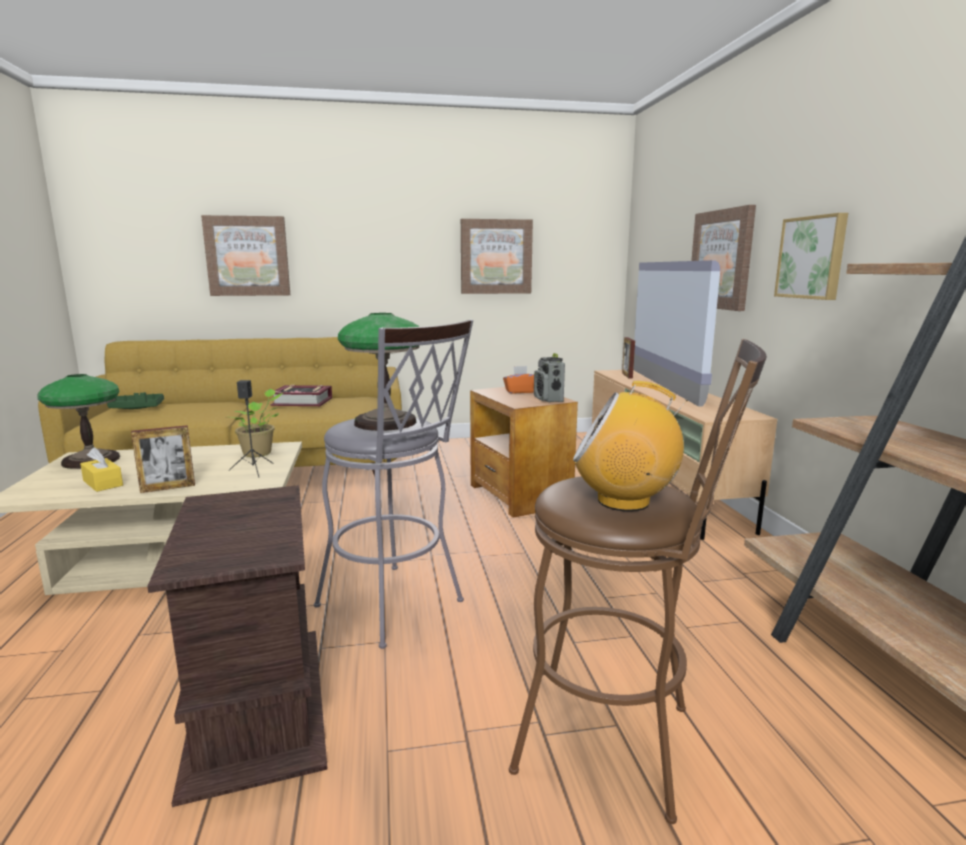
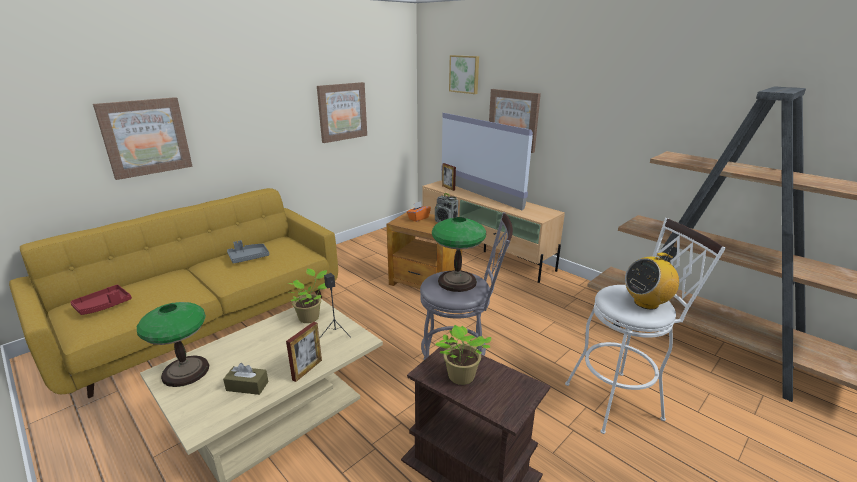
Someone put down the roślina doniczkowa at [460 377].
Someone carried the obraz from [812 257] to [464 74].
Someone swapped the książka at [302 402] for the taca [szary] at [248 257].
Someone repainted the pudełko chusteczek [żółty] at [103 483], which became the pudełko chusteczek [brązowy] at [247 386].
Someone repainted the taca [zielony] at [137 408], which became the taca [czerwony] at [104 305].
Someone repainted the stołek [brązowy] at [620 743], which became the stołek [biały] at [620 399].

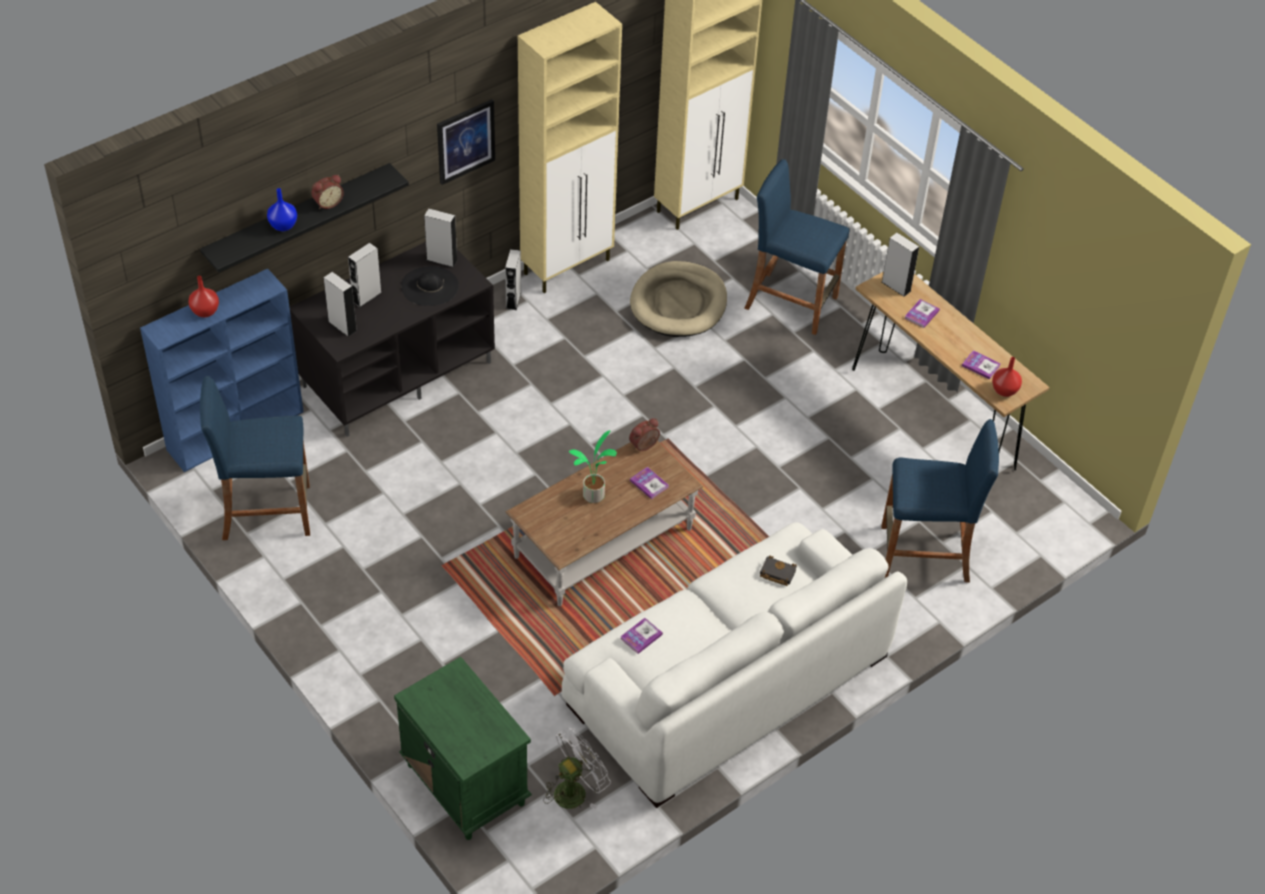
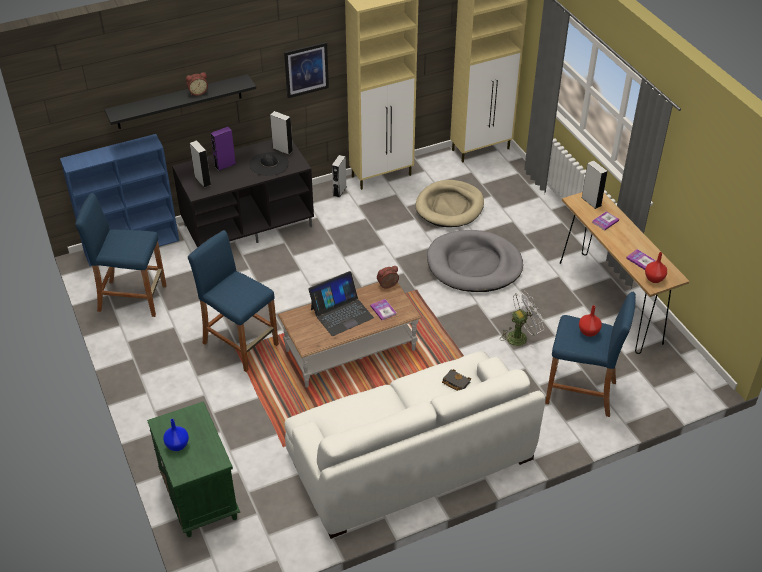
Someone took away the książka at [641 636].
Someone put down the legowisko [szary] at [474 265].
Someone carried the wazon [czerwony] from [204 311] to [588 332].
Someone carried the wazon [niebieski] from [284 225] to [178 445].
Someone carried the wentylator [biały] from [575 790] to [520 336].
Someone carried the stołek [niebieski] from [791 303] to [240 344].
Someone swapped the roślina doniczkowa at [593 496] for the laptop at [341 313].
Someone repainted the głośnik [szary] at [366 297], which became the głośnik [fioletowy] at [225 165].

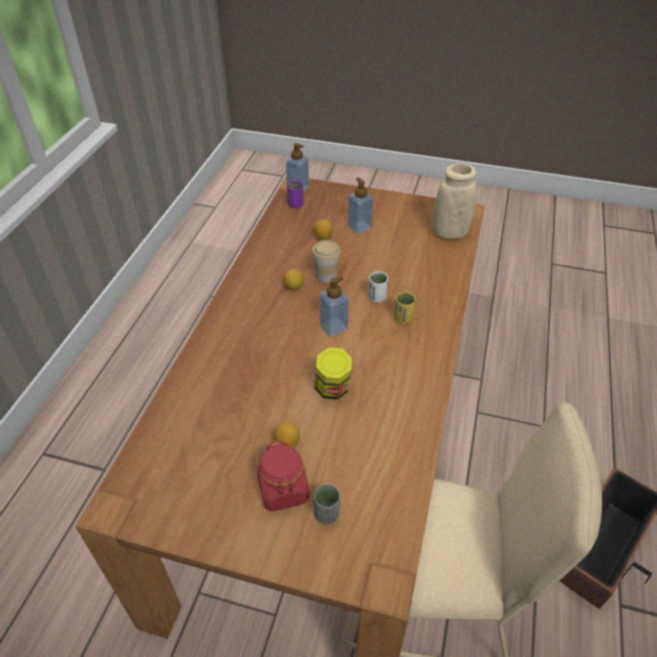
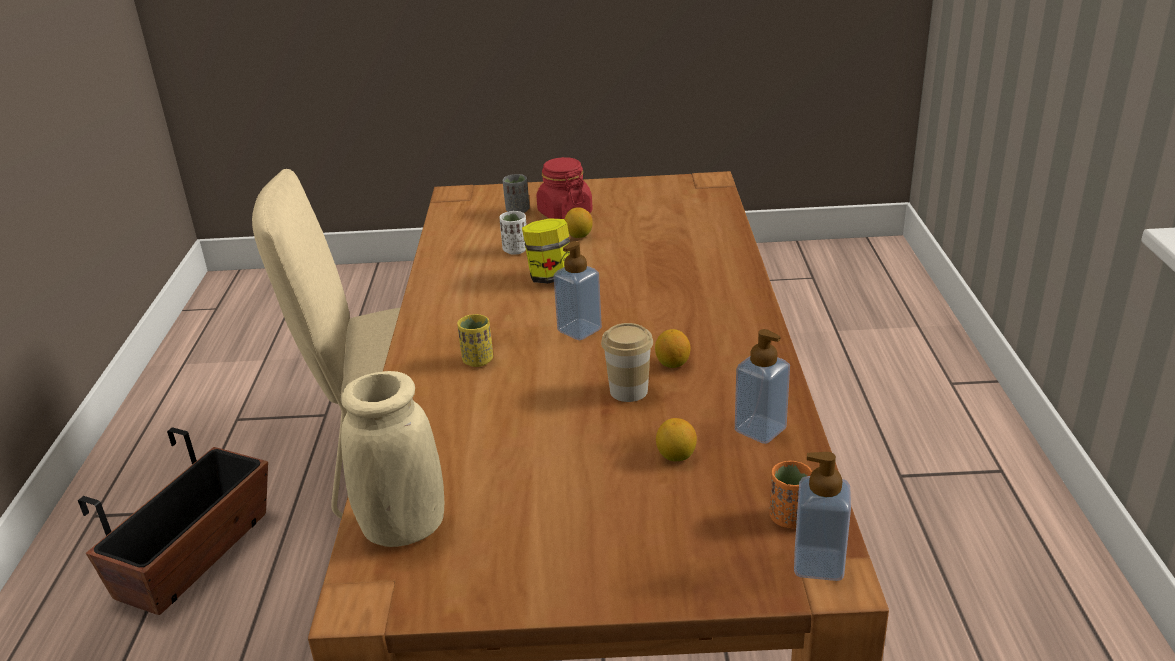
Someone carried the dozownik mydła from [359 227] to [760 429].
Someone carried the filiżanka [biały] from [377 297] to [515 250].
Someone repainted the filiżanka [fioletowy] at [295 204], which became the filiżanka [pomarańczowy] at [789 518].

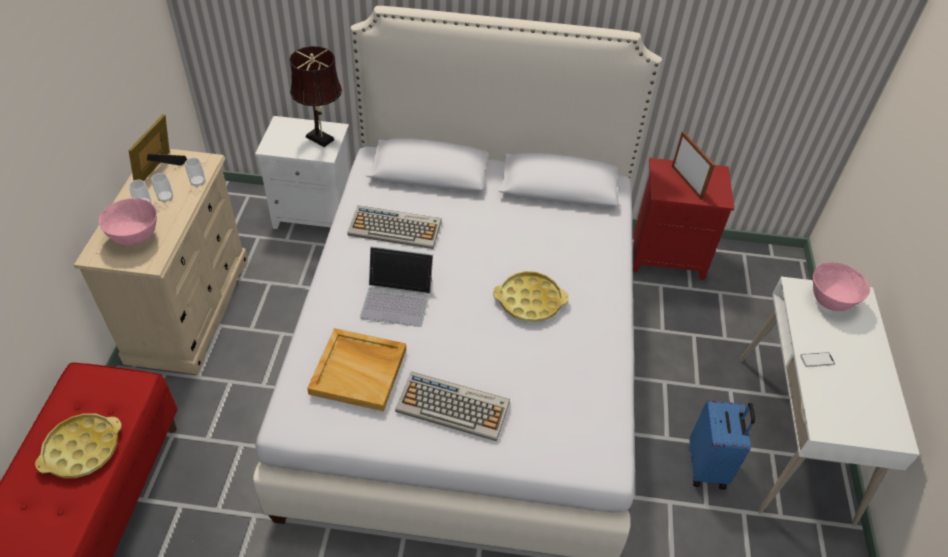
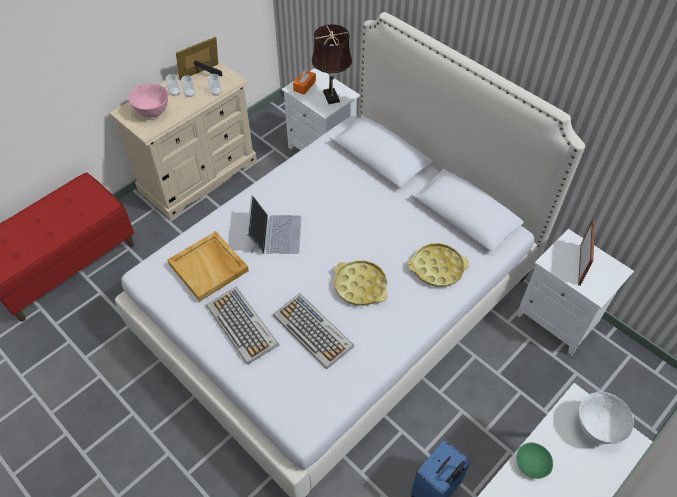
Someone put down the pudełko chusteczek [pomarańczowy] at [304 86].
Someone carried the taca [żółty] from [82 449] to [437 268].
Someone carried the klawiatura from [396 228] to [314 331].
Someone swapped the telefon at [817 360] for the miska [zielony] at [533 463].
Someone repainted the szafka nocna [czerwony] at [668 255], which became the szafka nocna [biały] at [559 319].
Someone repainted the miska [różowy] at [830 301], which became the miska [biały] at [596 428].
Someone rotated the laptop at [397 298] by 135 degrees counterclockwise.

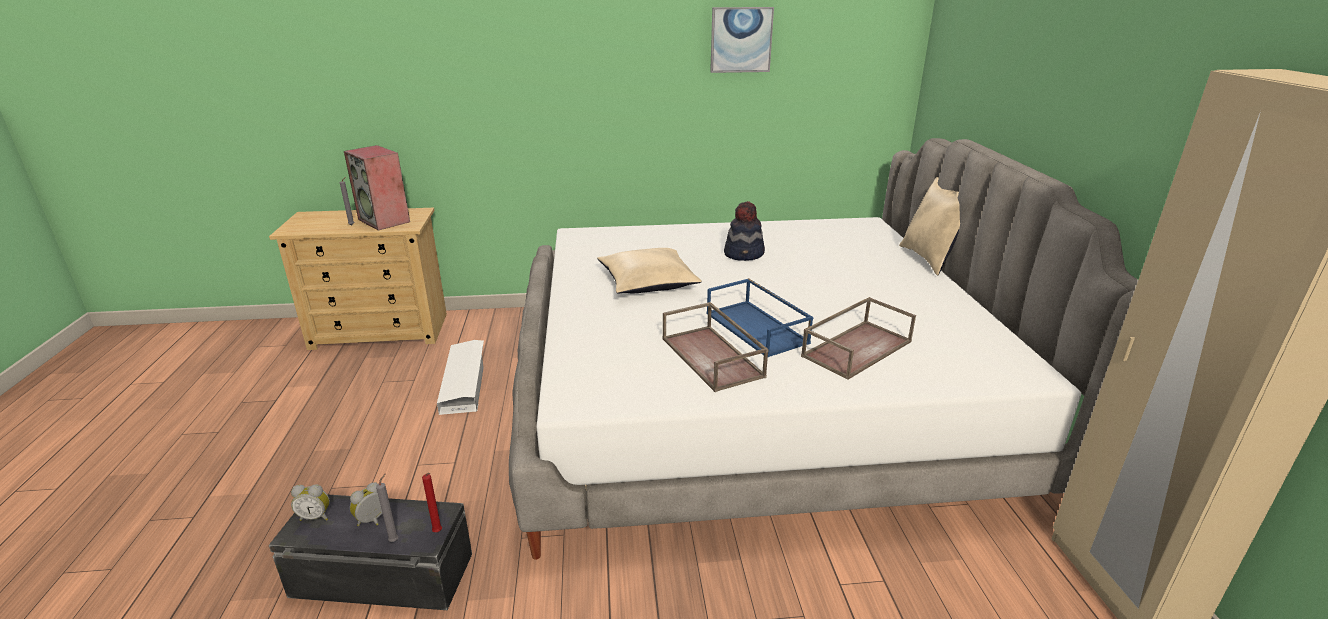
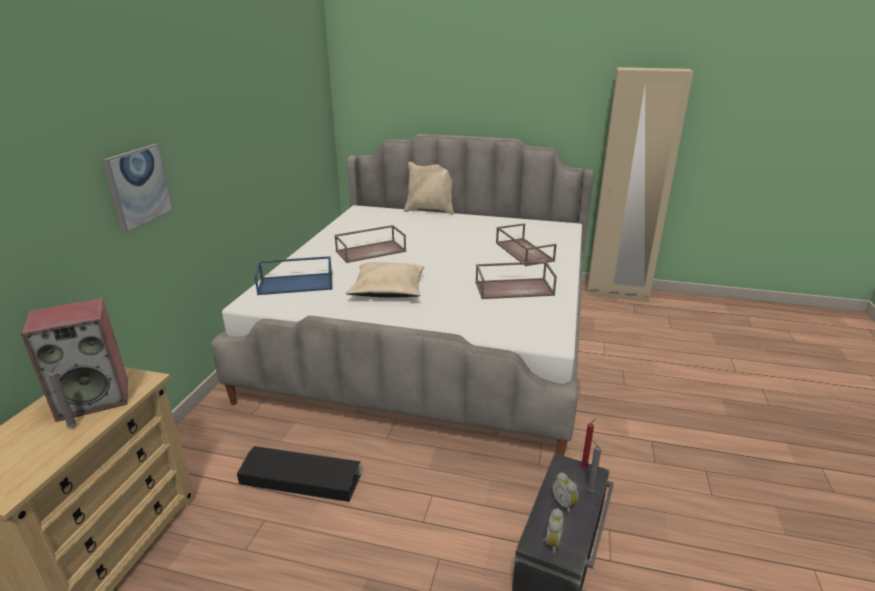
Someone carried the taca [niebieski] from [758 328] to [297 283].
Someone carried the obraz from [741 40] to [138 186].
Someone swapped the kapelusz at [744 254] for the taca [brązowy] at [371 251].
Someone repainted the pojemnik do przechowywania [biały] at [464 382], which became the pojemnik do przechowywania [czarny] at [300 479].

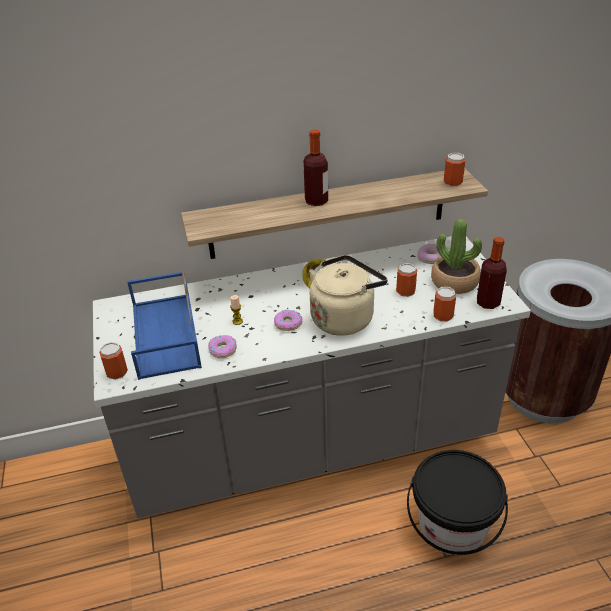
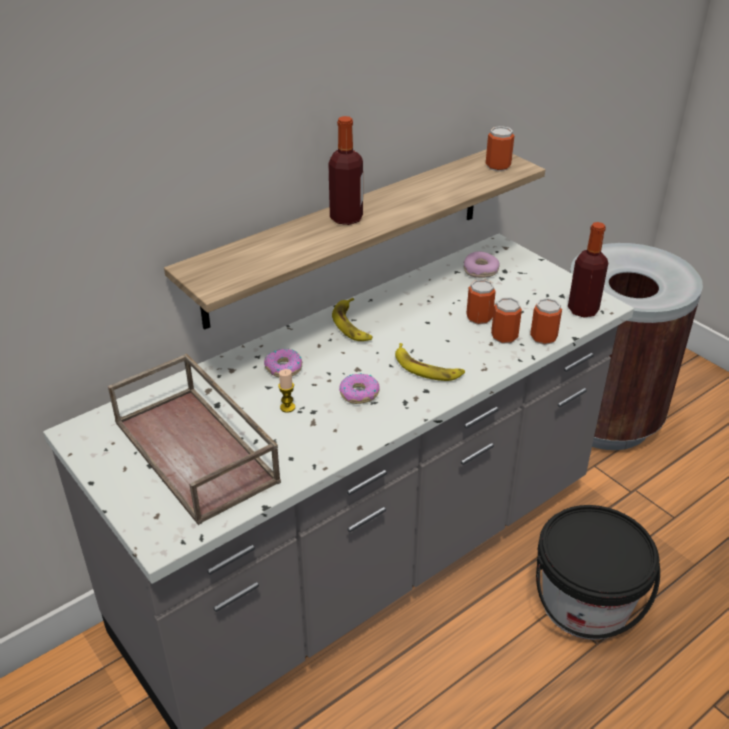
Someone took away the roślina doniczkowa at [454 282].
Someone carried the puszka from [117 372] to [504 337].
Someone carried the donut from [222 350] to [283 368].
Someone swapped the czajnik [beżowy] at [344 318] for the banan at [427 368].
Someone repainted the taca [niebieski] at [167 335], which became the taca [brązowy] at [198 451].

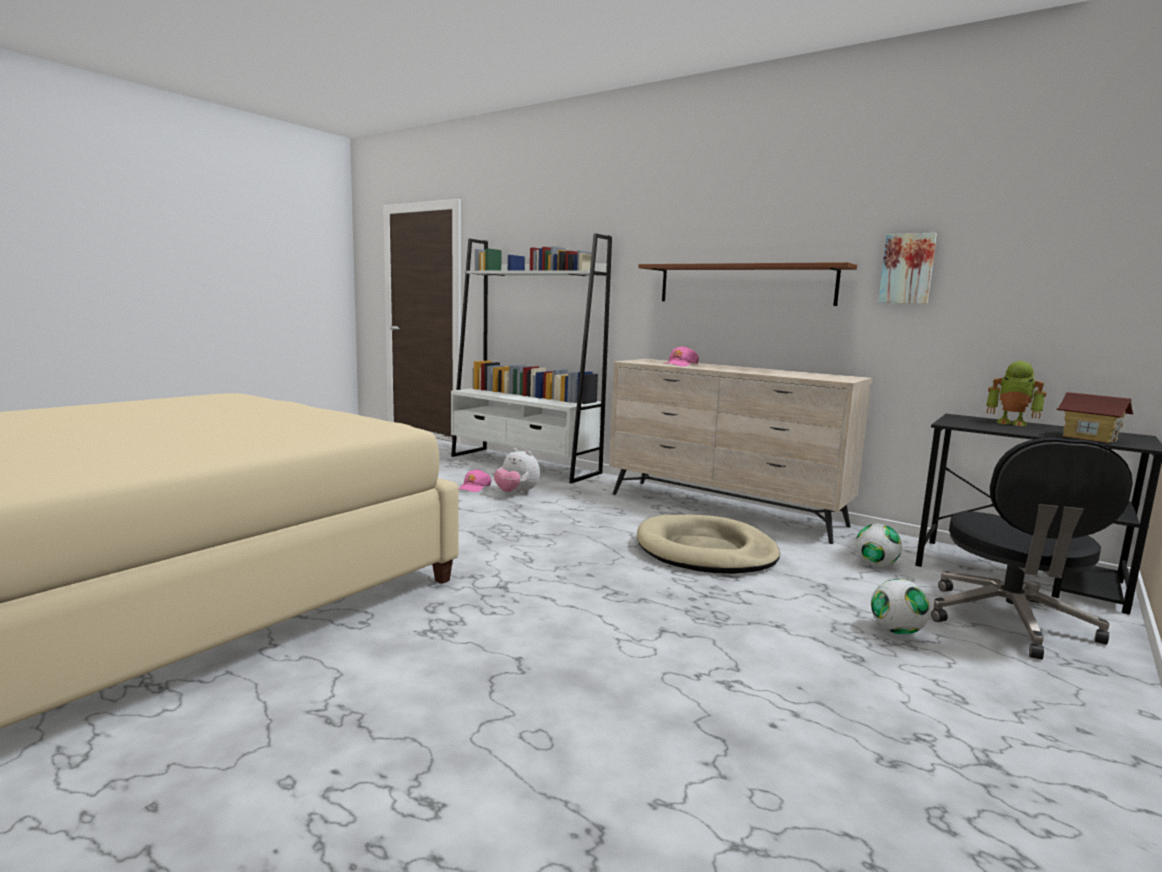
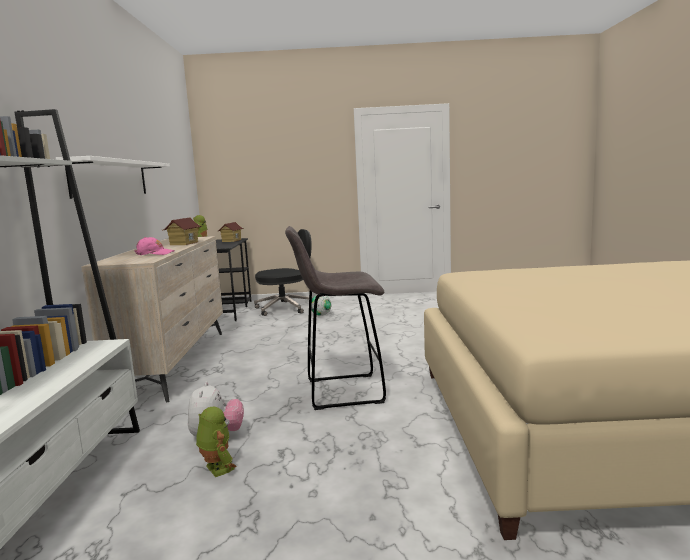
Someone took away the legowisko [beżowy] at [705 551].
Someone took away the piłka futbolowa at [875 565].
Someone took away the obraz at [907 269].
Someone put down the domek at [184 244].
Someone put down the stołek [szary] at [341 391].
Someone swapped the czapka z daszkiem [różowy] at [474 487] for the robot zabawkowy at [216 468].
Someone repainted the półka [brązowy] at [744 284], which became the półka [biały] at [111 178].

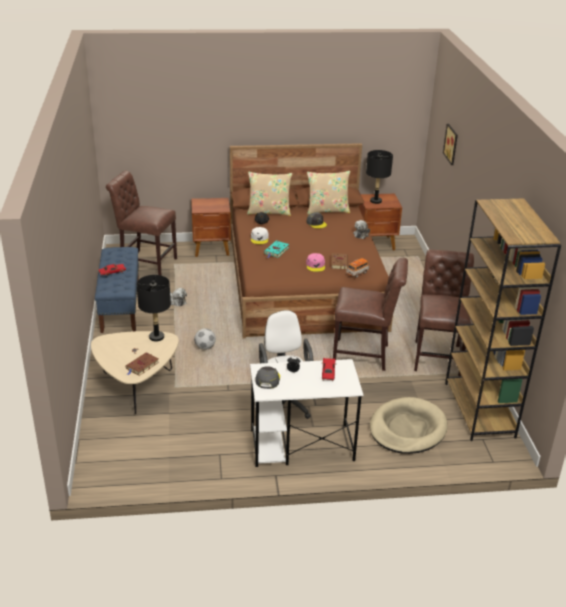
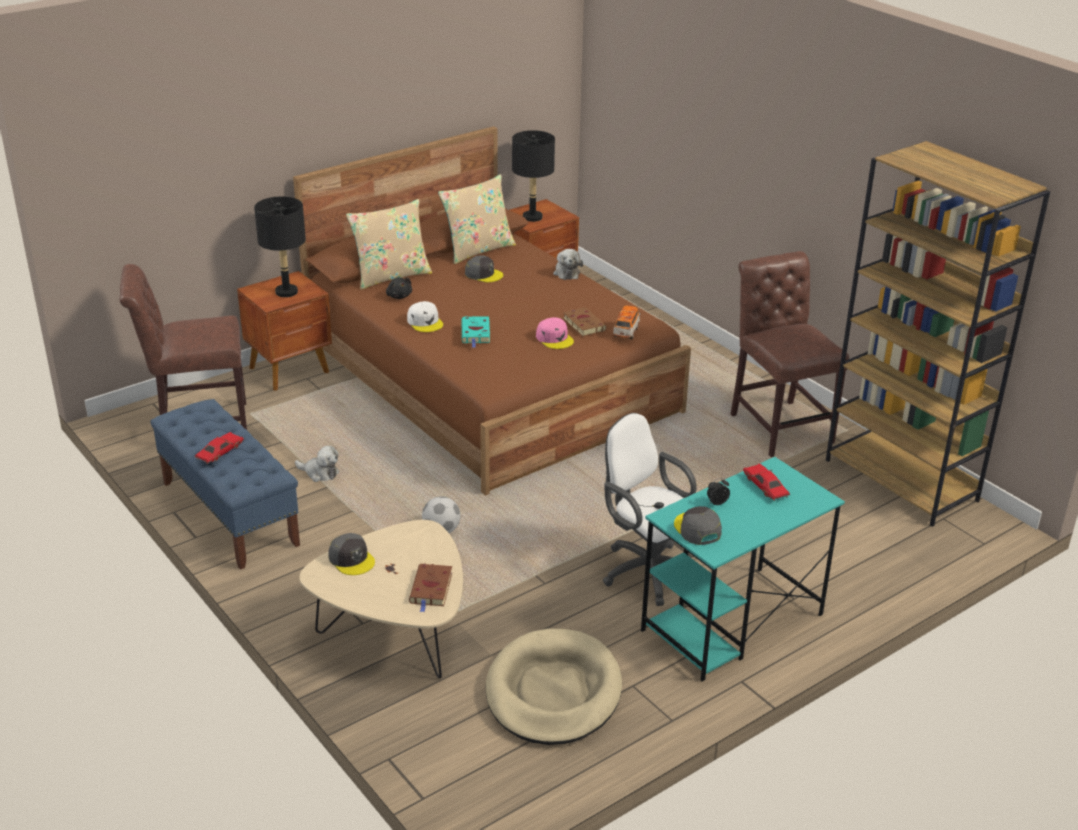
Someone took away the krzesło [brązowy] at [364 355].
Someone took away the obraz at [452 144].
Someone put down the czapka z daszkiem [szary] at [351 559].
Someone carried the lampa stołowa [czarny] from [156 337] to [286 292].
Someone carried the legowisko [beżowy] from [407 429] to [553 692].
Someone repainted the biurko [biały] at [301 445], which became the biurko [turkusowy] at [731 623].

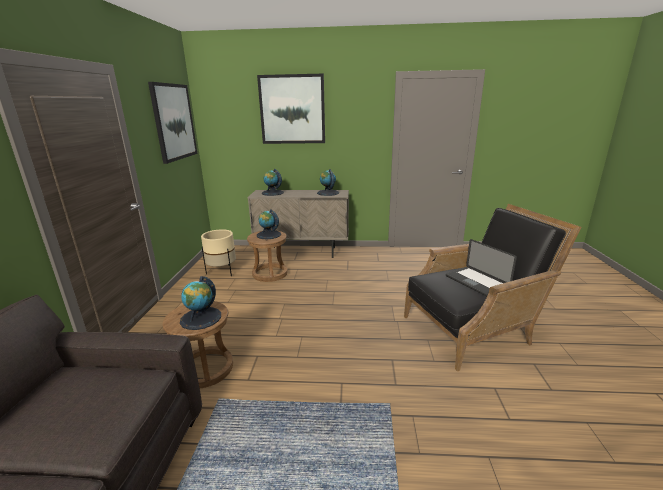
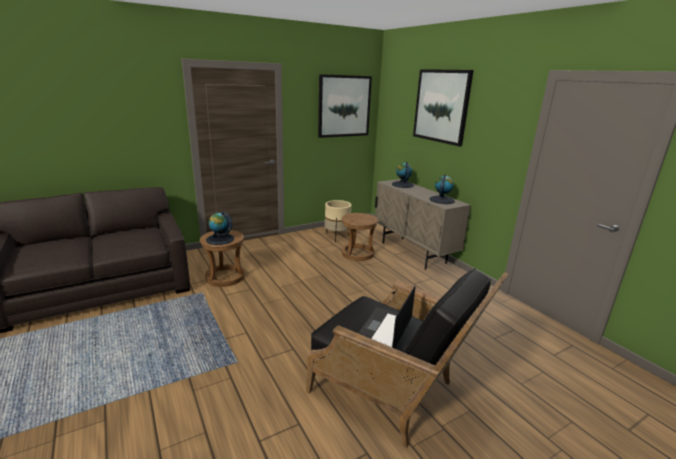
Someone took away the globus at [268 235].

